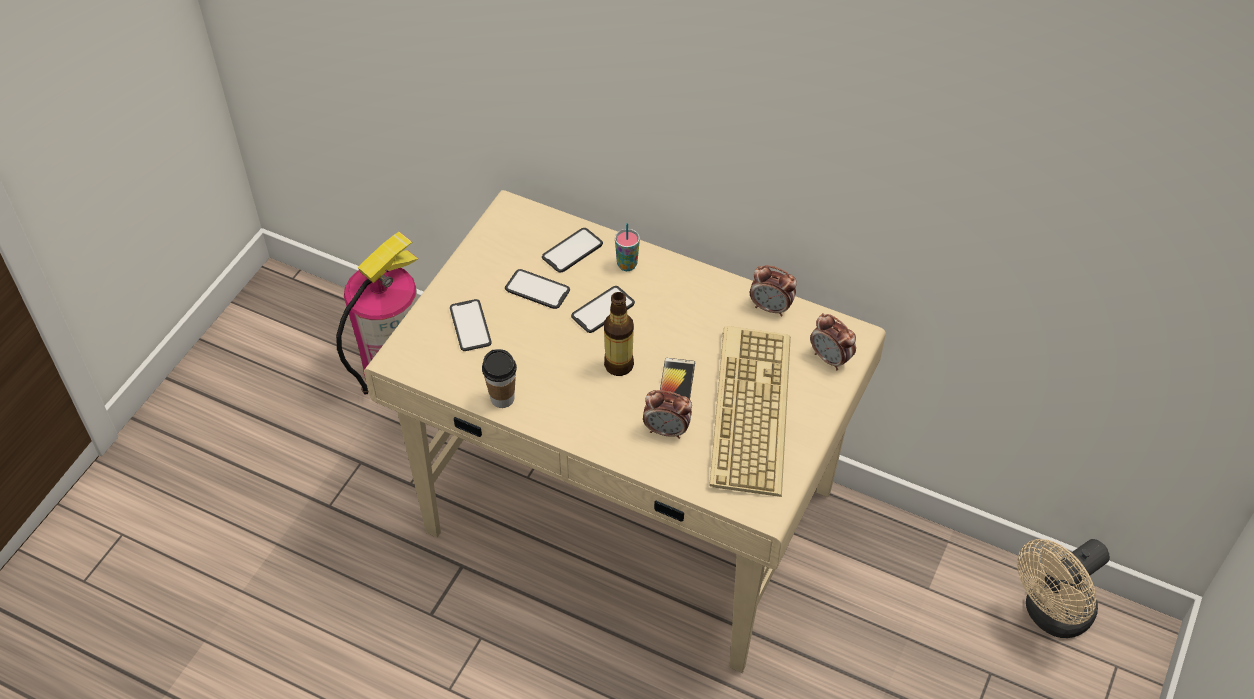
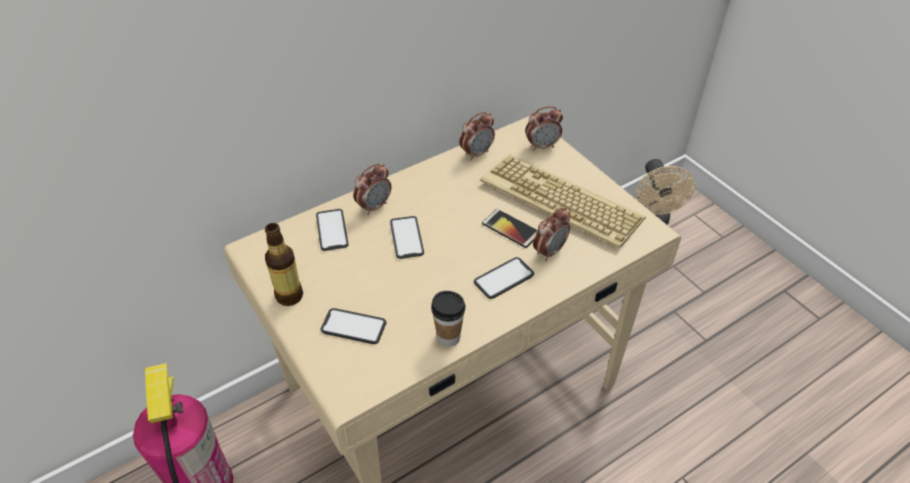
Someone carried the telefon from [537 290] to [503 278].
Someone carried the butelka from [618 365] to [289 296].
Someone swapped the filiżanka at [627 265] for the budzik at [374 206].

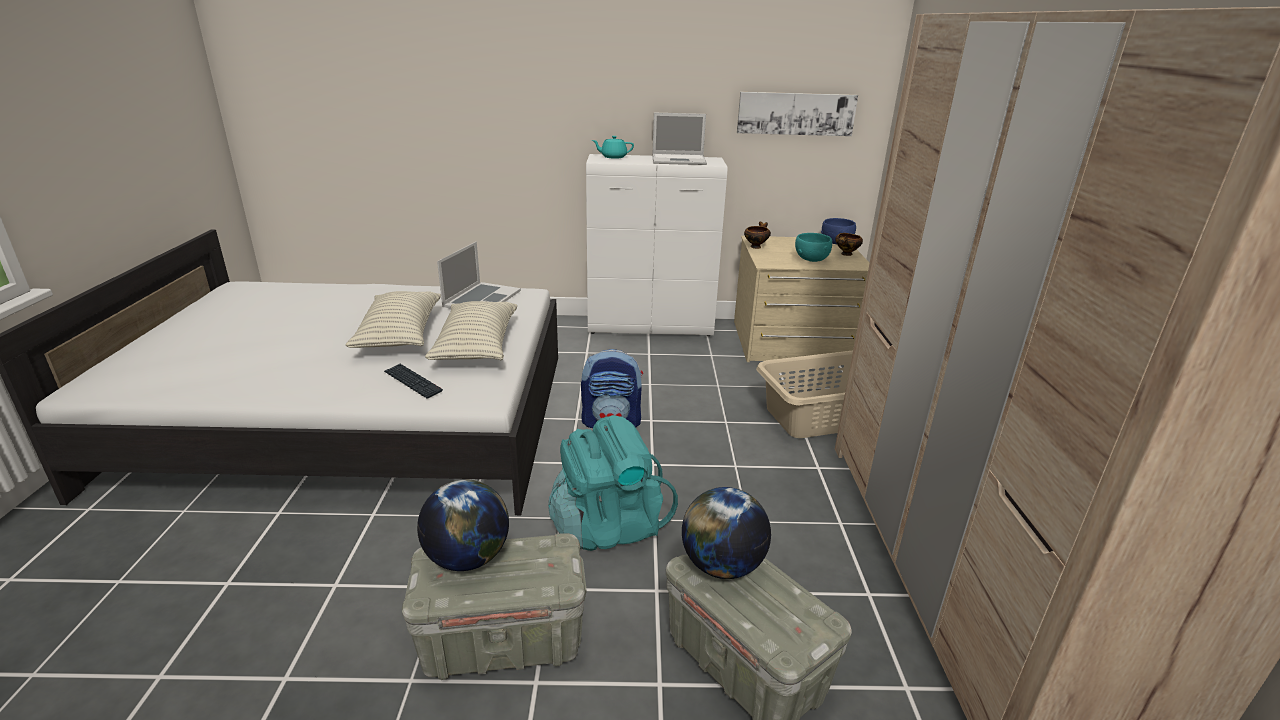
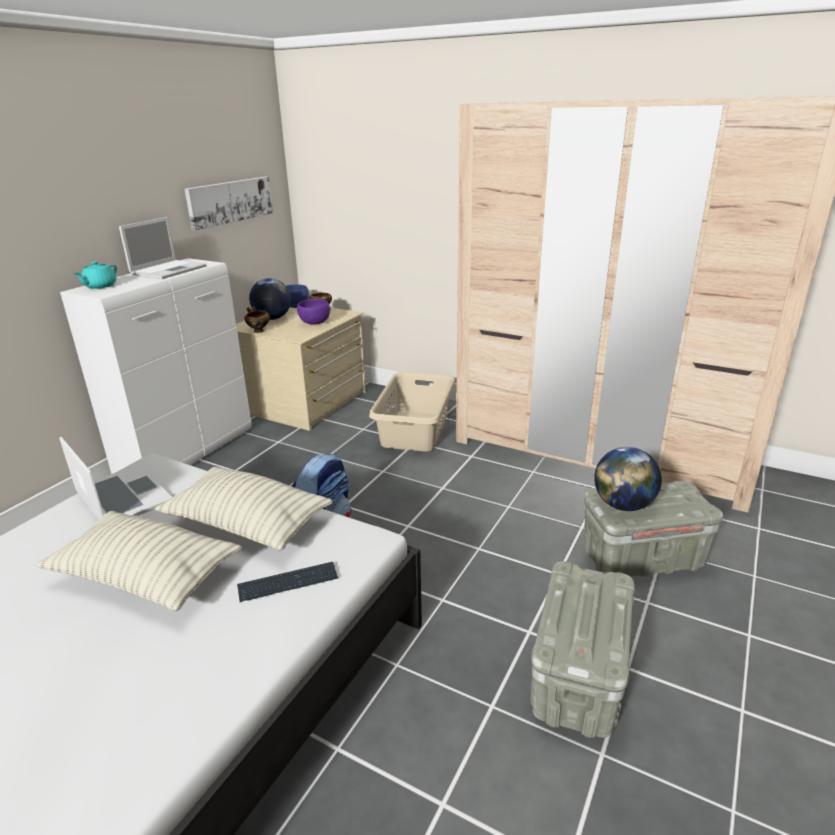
Someone took away the plecak [turkusowy] at [608 526].
Someone carried the globus from [468 558] to [272 318].
Someone repainted the miska [turkusowy] at [811 259], which became the miska [fioletowy] at [314 322].

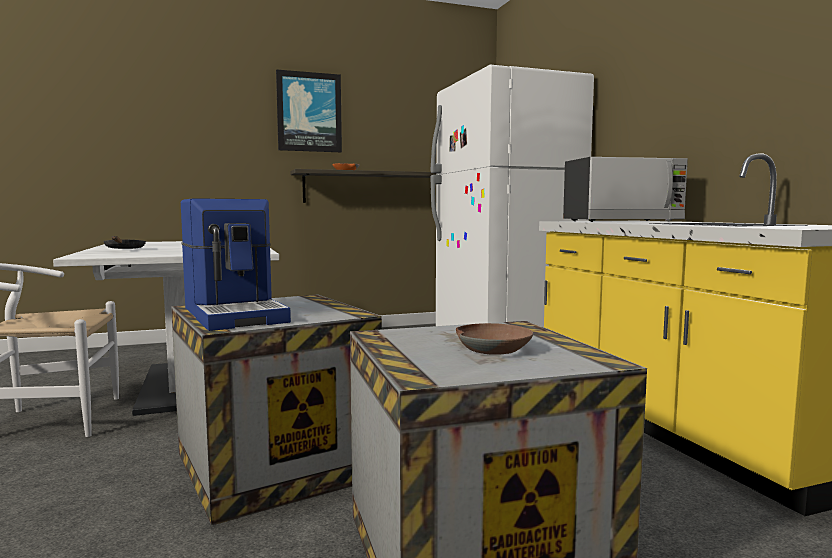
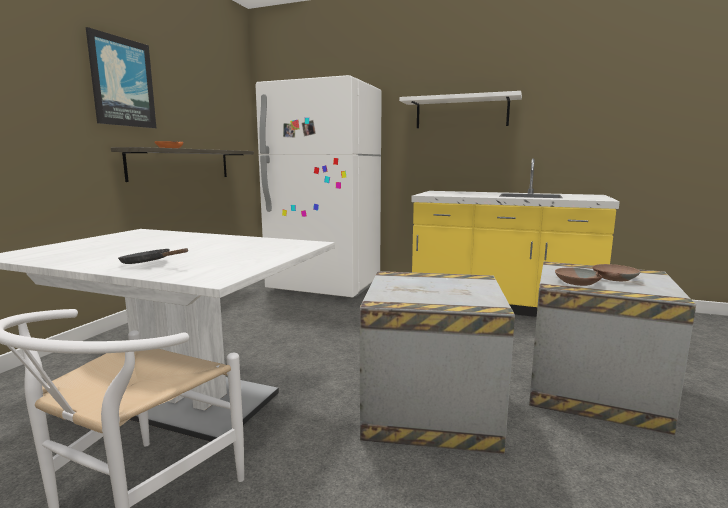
Someone took away the ekspres do kawy at [236 315].
Someone took away the mikrofalówka at [622 221].
Someone put up the półka [biały] at [461 112].
Someone put down the miska [brązowy] at [577 282].

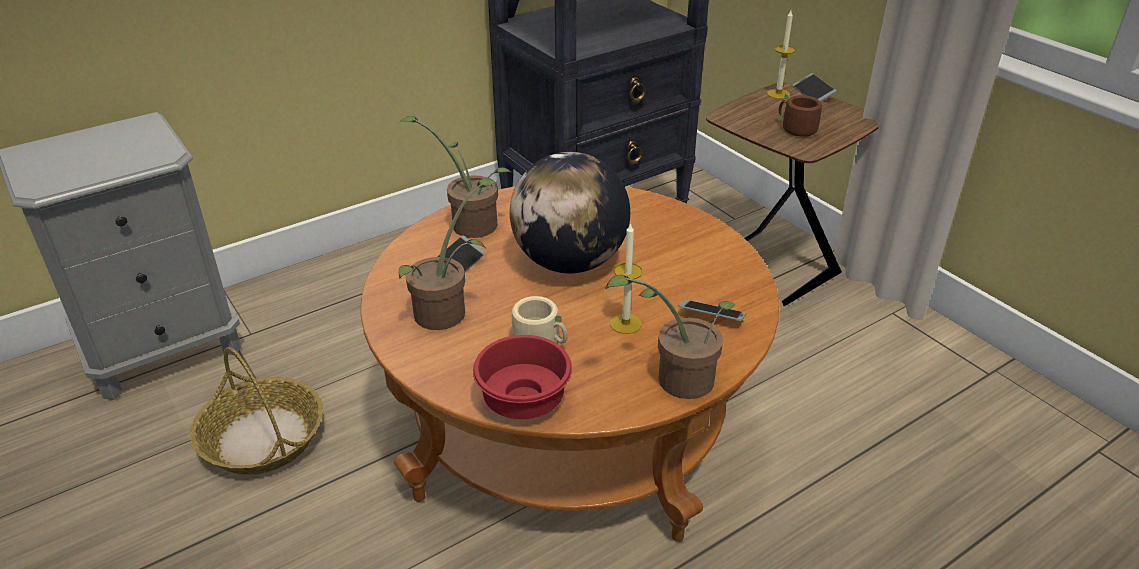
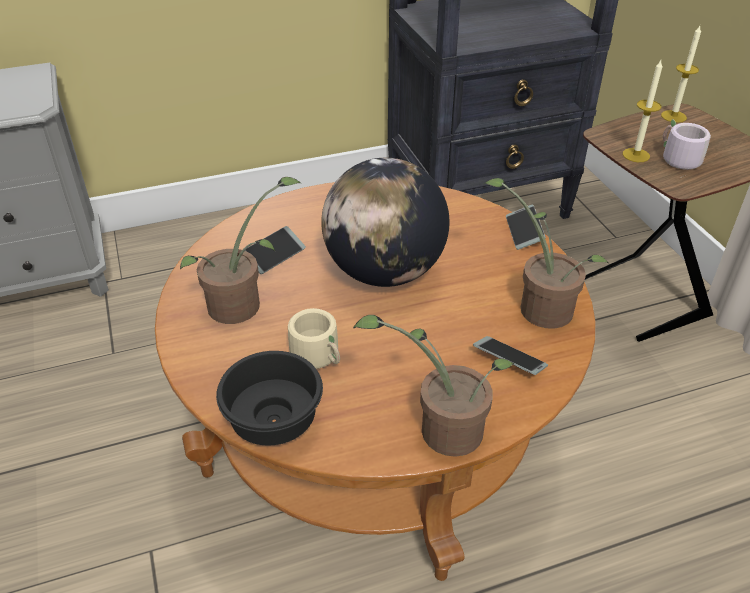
Someone took away the koszyk at [262 438].
Someone carried the roślina doniczkowa from [468 223] to [539 306].
Someone carried the świeca from [625 323] to [636 155].
Someone carried the telefon from [813 93] to [524 232].
Someone repainted the miska [czerwony] at [527 401], which became the miska [czarny] at [277 421].
Someone repainted the kubek [brązowy] at [794 129], which became the kubek [szary] at [676 160].

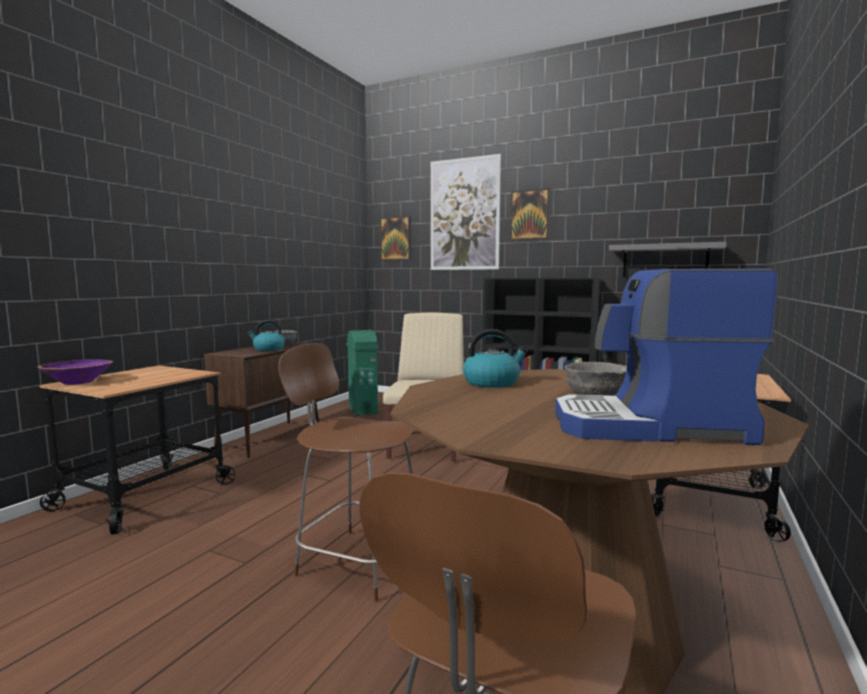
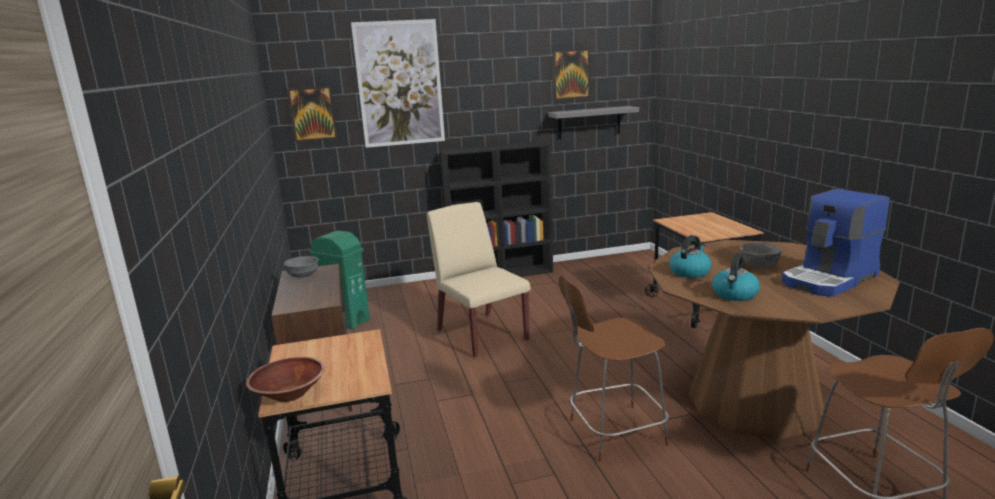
Someone carried the czajnik from [268 349] to [735 294].
Someone carried the obraz from [530 215] to [571 74].
Someone repainted the miska [fioletowy] at [78 382], which became the miska [brązowy] at [289 394].

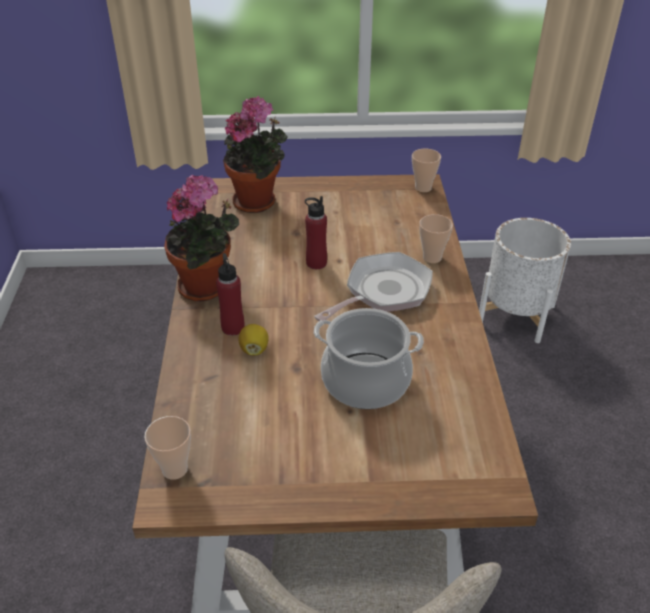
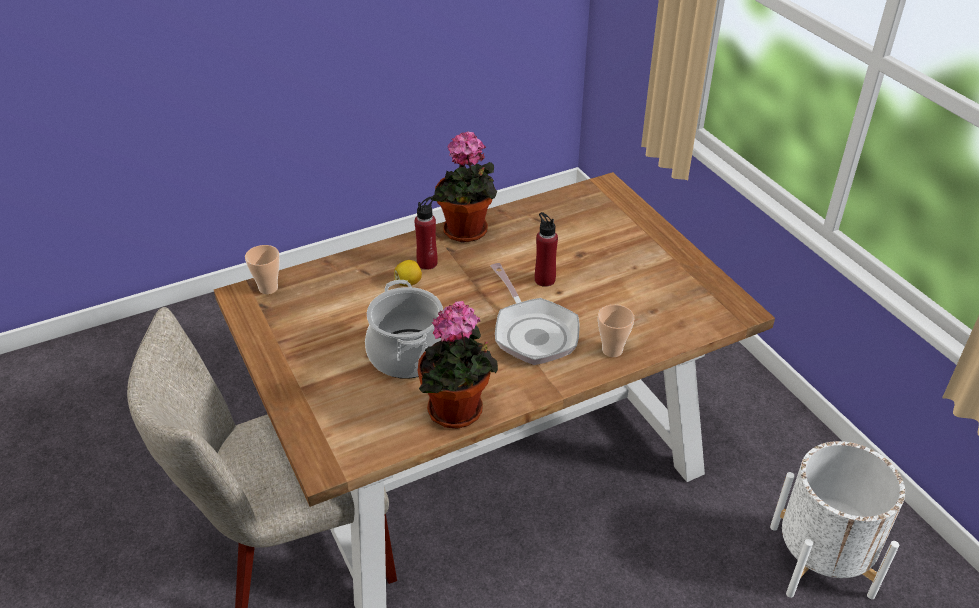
Someone took away the filiżanka at [423 188].
Someone carried the roślina doniczkowa from [258 202] to [458 413].
Someone rotated the patelnia at [383 292] by 45 degrees clockwise.

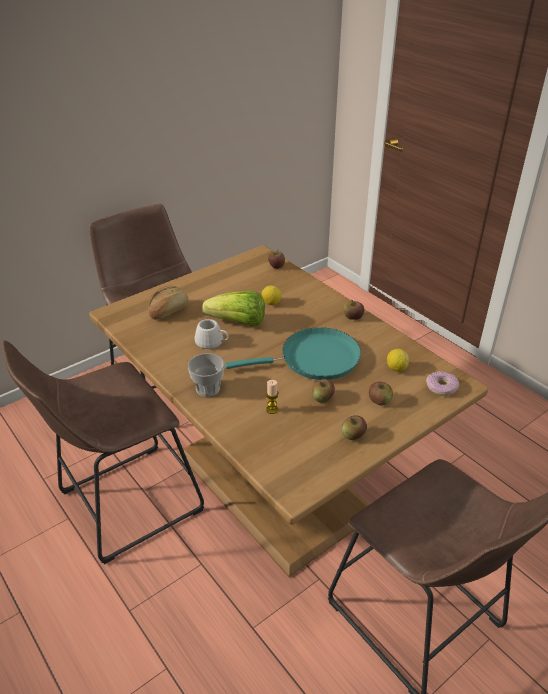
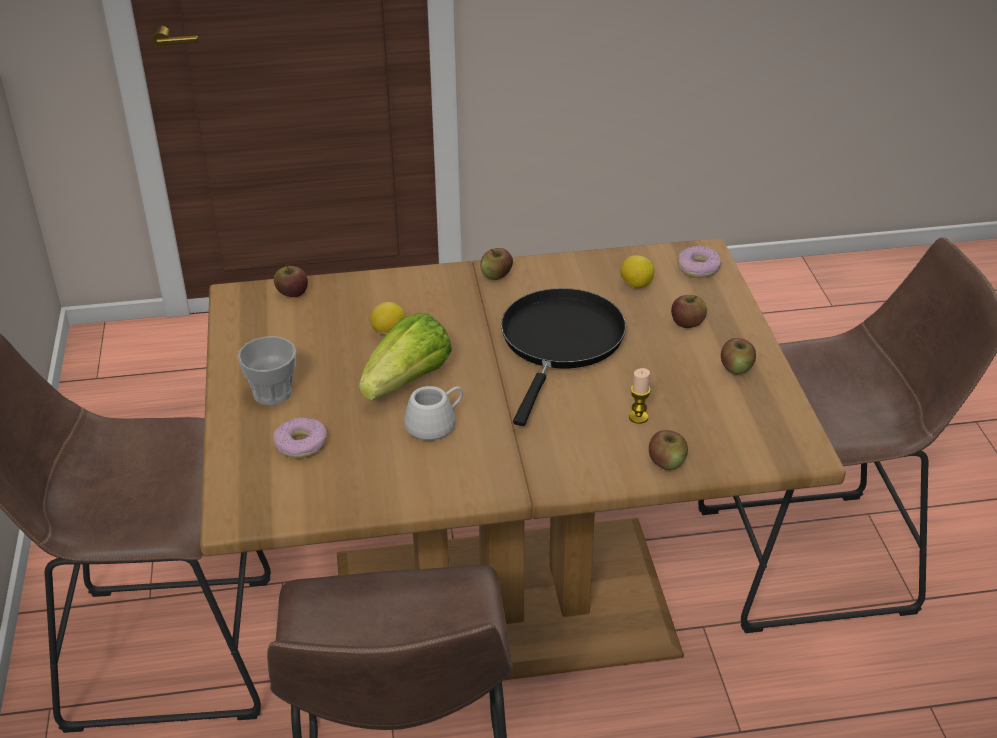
Someone carried the filiżanka from [208 388] to [272 393].
Someone carried the jabłko from [322 398] to [667 462].
Someone swapped the chleb at [168 311] for the donut at [301 445].
Someone repainted the patelnia [turkusowy] at [314 359], which became the patelnia [czarny] at [560 342].

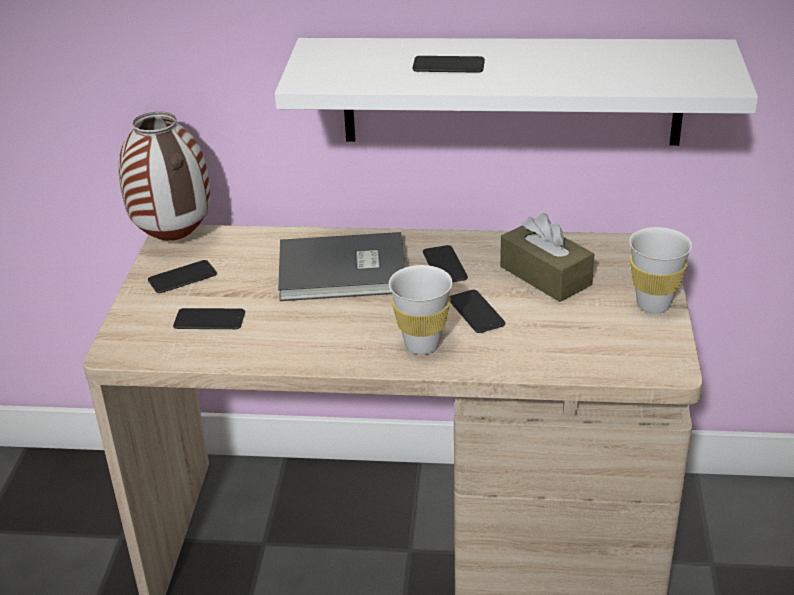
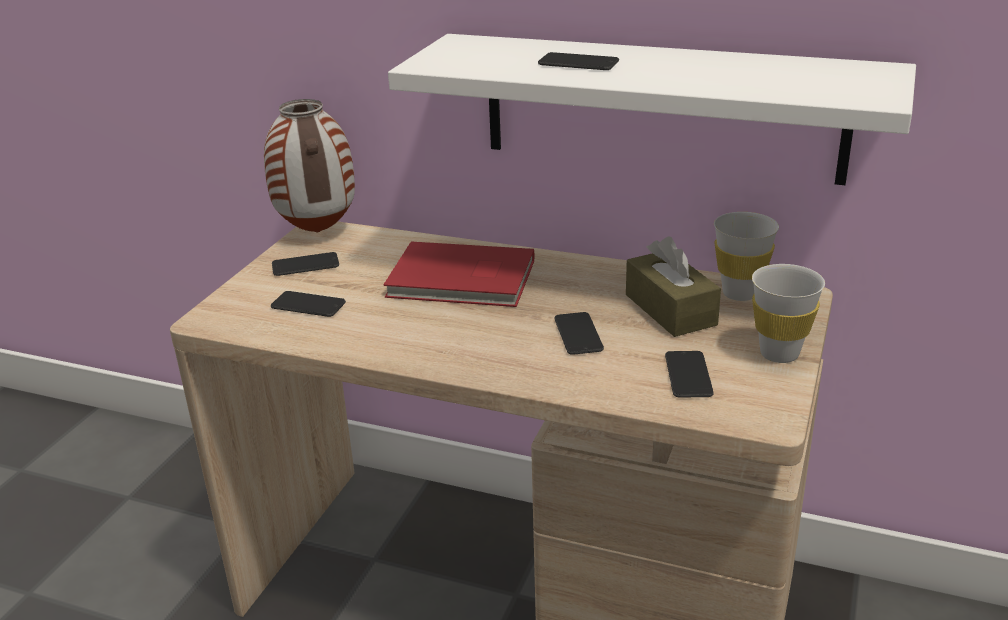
Someone carried the filiżanka [biały] from [422 345] to [739 293].
Someone carried the telefon from [444 265] to [688 375].
Someone repainted the książka [szary] at [344 272], which became the książka [czerwony] at [463 280].

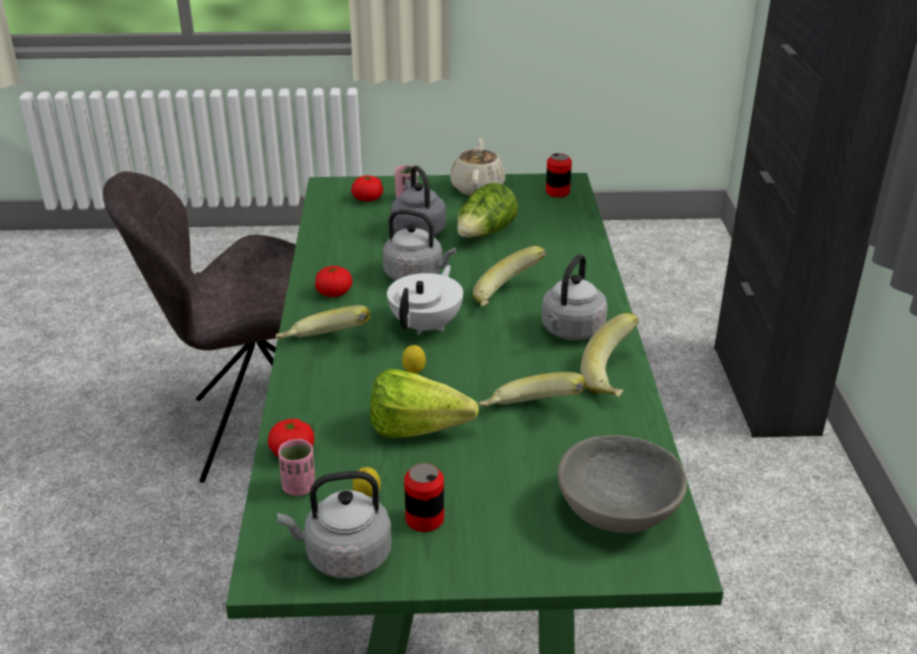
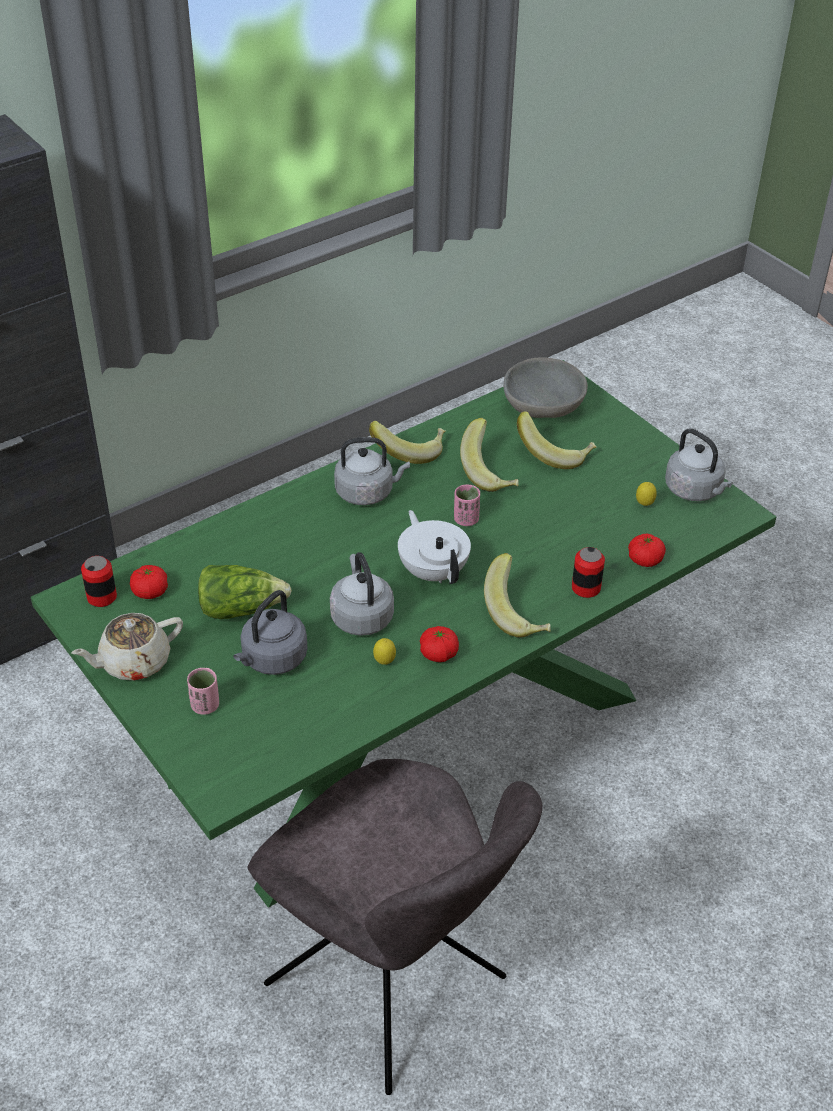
Someone took away the sałata at [425 431].
Someone carried the filiżanka [różowy] from [299 487] to [466 520].
Someone carried the pomidor from [367 199] to [150 592].
Someone carried the cytryna from [414 373] to [384 662].
Someone carried the puszka from [424 519] to [586 588].
Someone carried the banan from [508 298] to [555 454].
Someone rotated the imbryk [biały] at [427 325] by 75 degrees clockwise.

